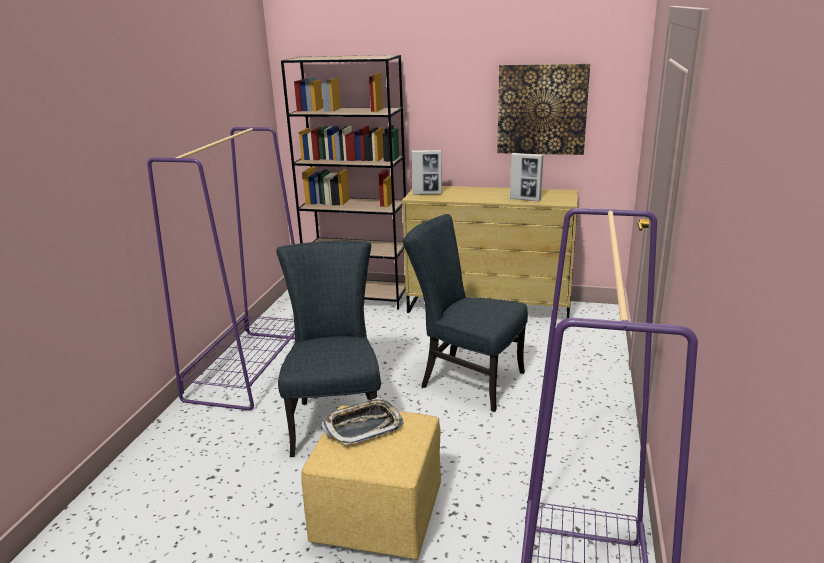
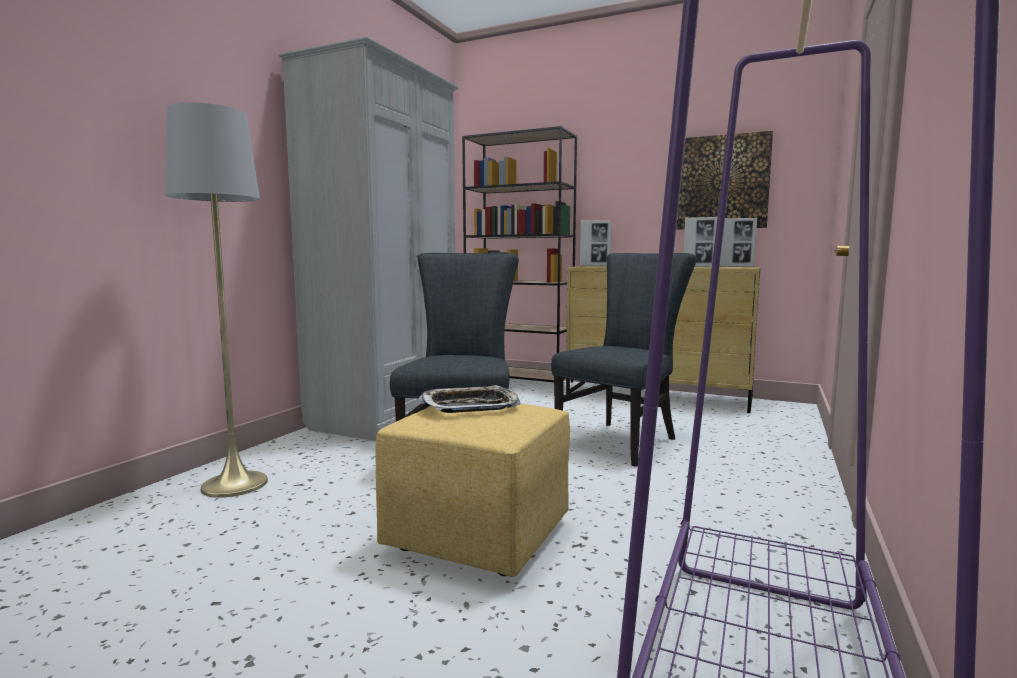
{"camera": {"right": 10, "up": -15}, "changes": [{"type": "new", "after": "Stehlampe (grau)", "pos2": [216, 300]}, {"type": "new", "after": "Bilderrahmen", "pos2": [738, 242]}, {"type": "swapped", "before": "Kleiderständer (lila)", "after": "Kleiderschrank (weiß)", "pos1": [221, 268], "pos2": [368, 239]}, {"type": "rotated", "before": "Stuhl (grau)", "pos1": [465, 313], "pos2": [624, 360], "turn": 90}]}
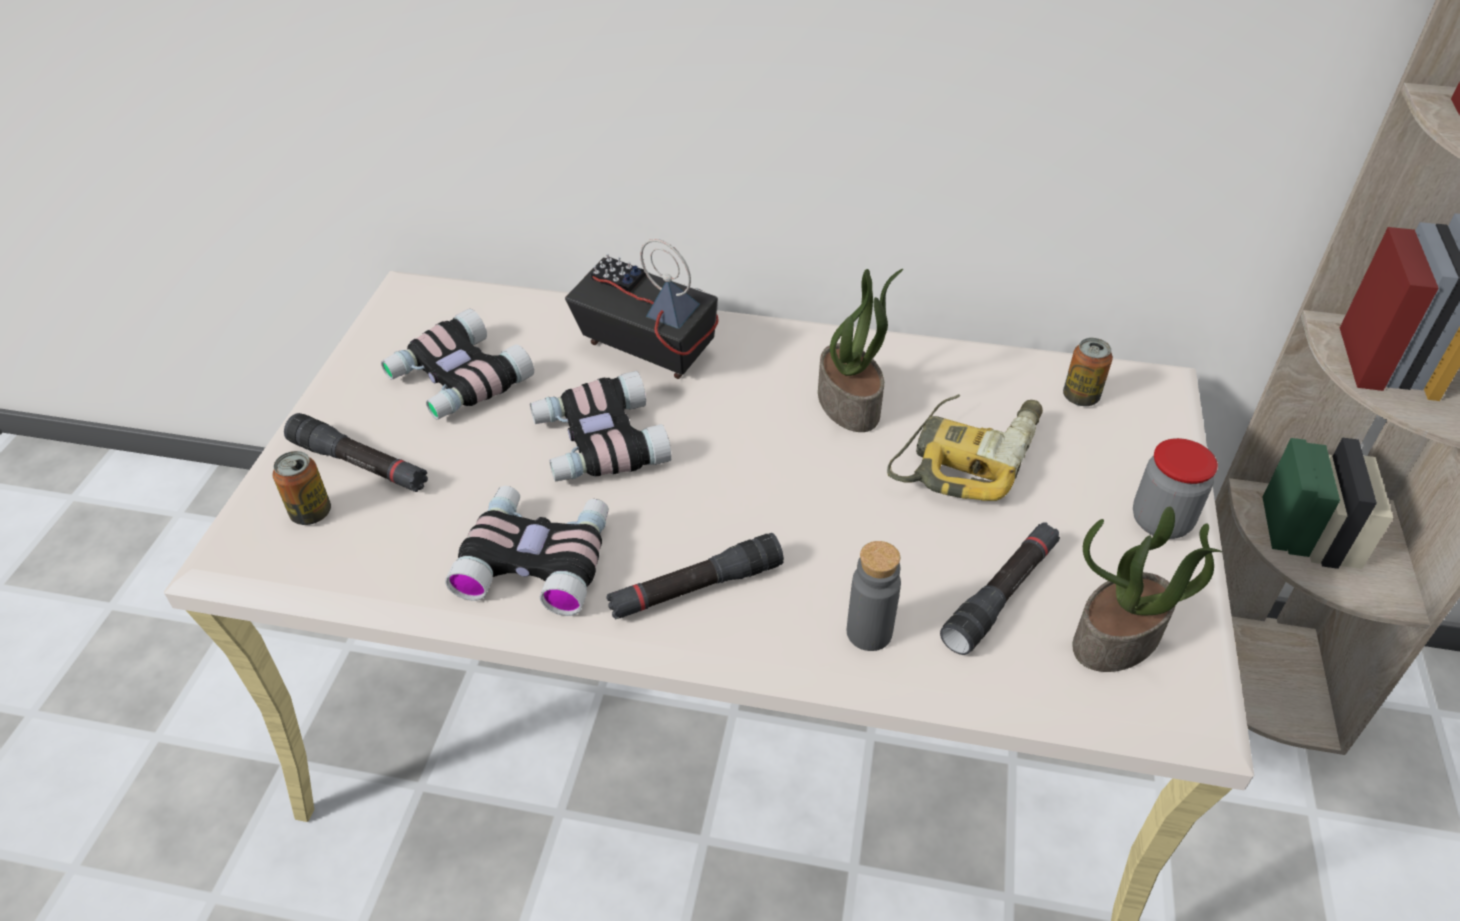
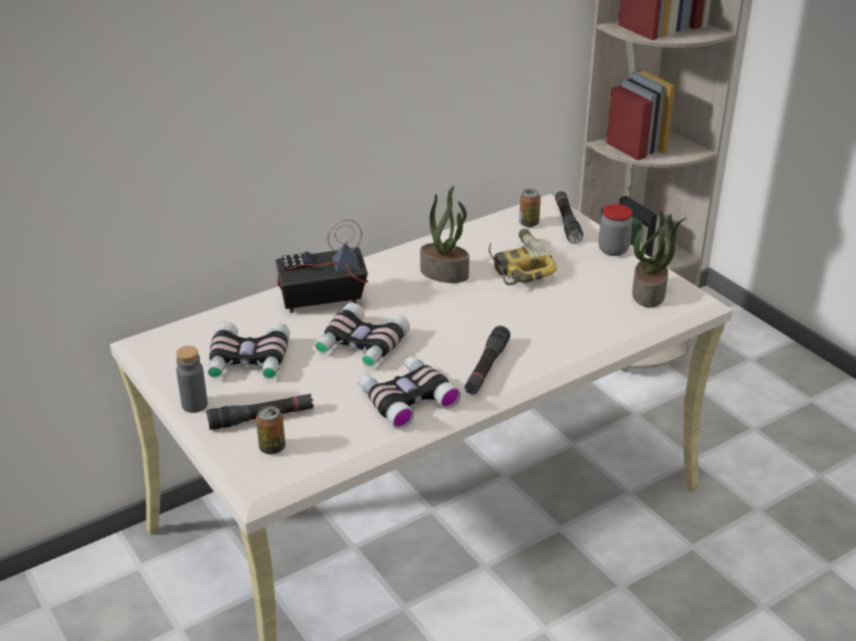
{"camera": {"right": -45, "up": -10}, "changes": [{"type": "shifted", "before": "Flasche (grau)", "pos1": [874, 596], "pos2": [192, 379]}, {"type": "shifted", "before": "Taschenlampe (schwarz)", "pos1": [1000, 588], "pos2": [569, 217]}]}
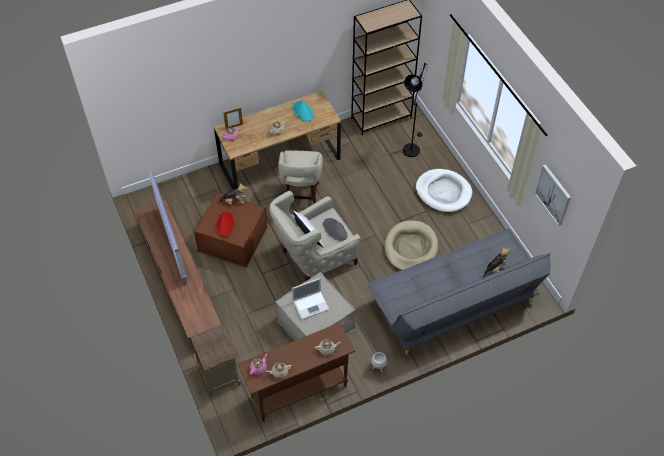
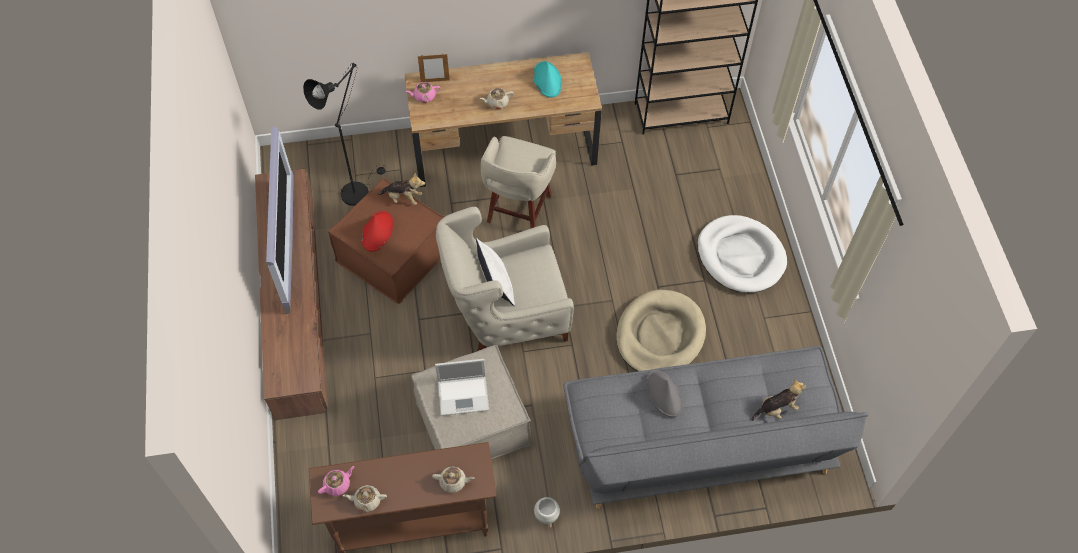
{"camera": {"right": 15, "up": 5}, "changes": [{"type": "gone", "before": "Nachttisch (beige)", "pos1": [215, 361]}, {"type": "gone", "before": "Bild", "pos1": [552, 195]}, {"type": "shifted", "before": "Hut (grau)", "pos1": [335, 229], "pos2": [664, 393]}, {"type": "shifted", "before": "Stehlampe (schwarz)", "pos1": [415, 110], "pos2": [344, 134]}]}
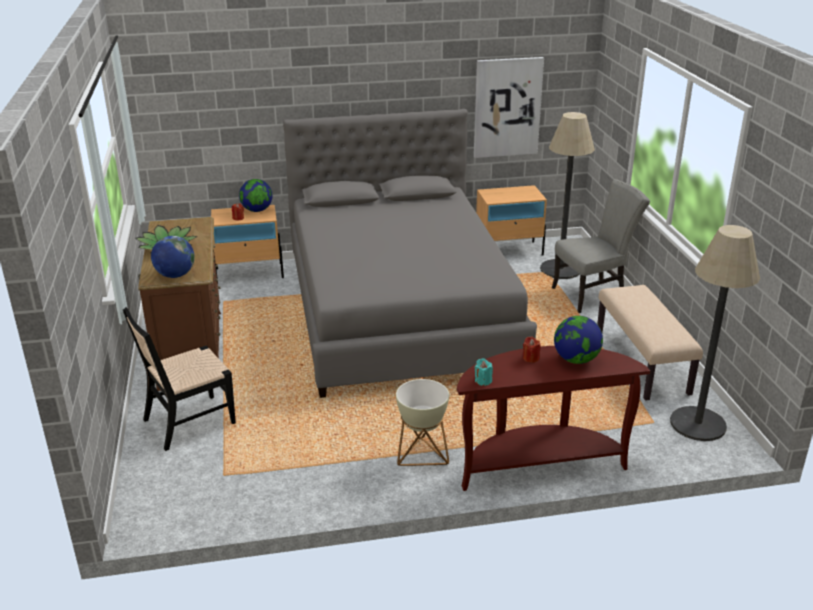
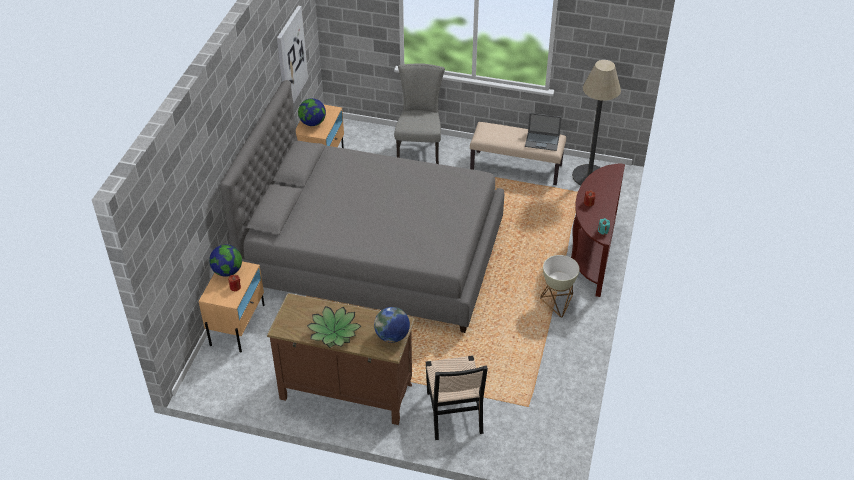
{"camera": {"right": -65, "up": 15}, "changes": [{"type": "gone", "before": "Stehlampe", "pos1": [567, 195]}, {"type": "new", "after": "Laptop", "pos2": [543, 132]}, {"type": "shifted", "before": "Globus", "pos1": [578, 340], "pos2": [312, 112]}]}
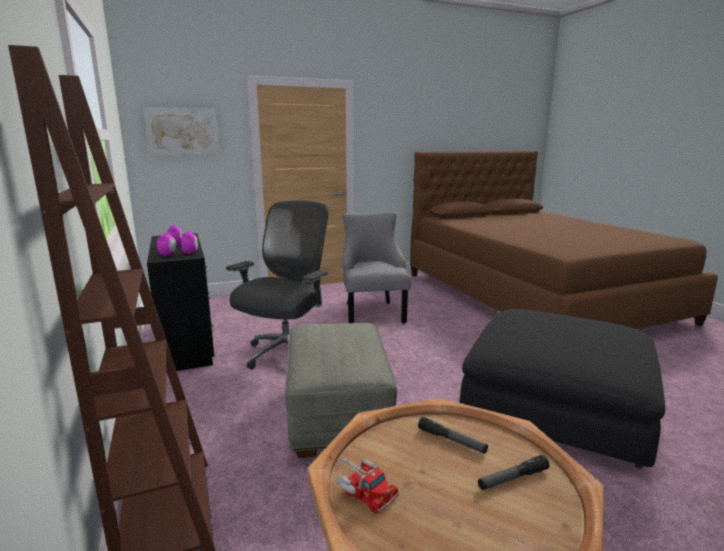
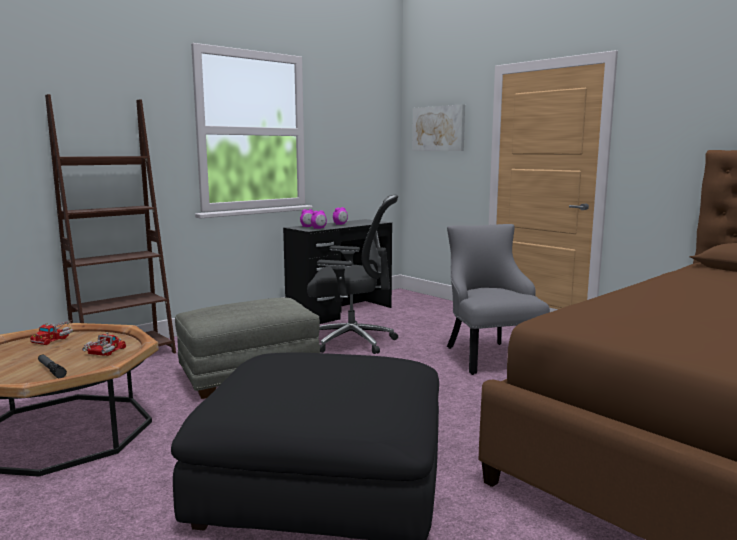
{"camera": {"right": 70, "up": -5}, "changes": [{"type": "swapped", "before": "Taschenlampe", "after": "Spielzeuglaster", "pos1": [453, 435], "pos2": [104, 344]}, {"type": "rotated", "before": "Stuhl (grau)", "pos1": [376, 268], "pos2": [498, 299], "turn": -75}]}
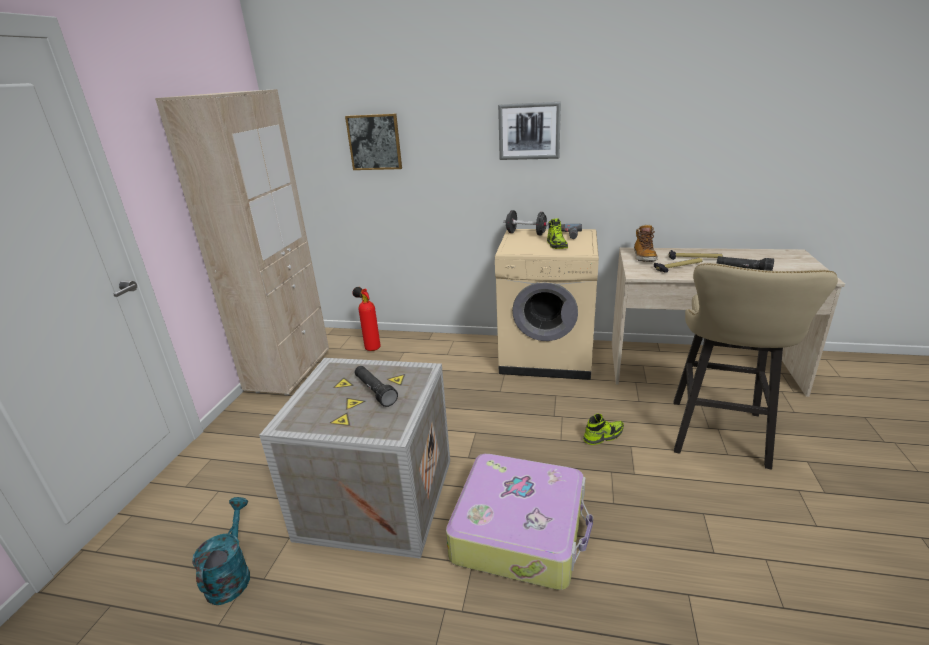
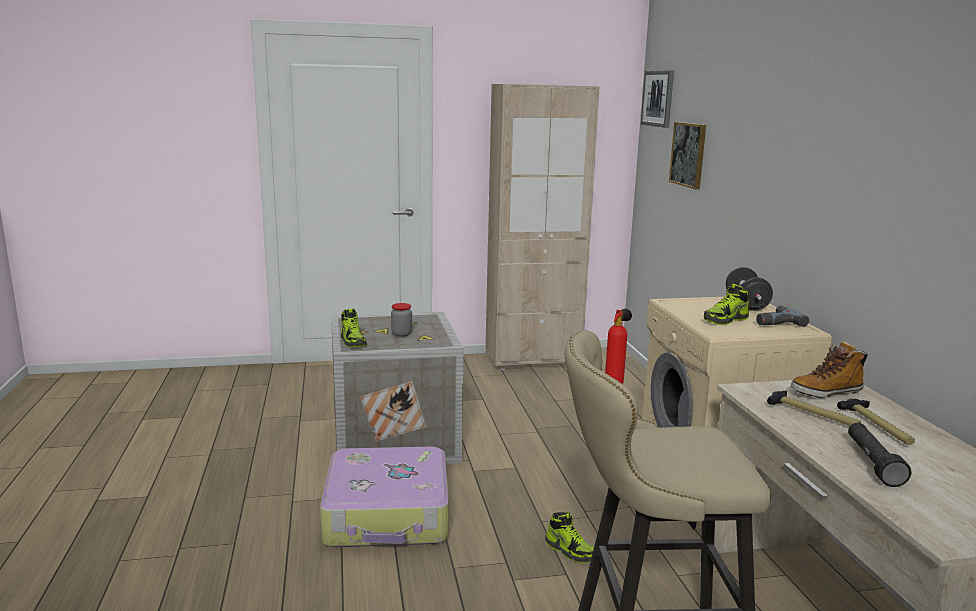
{"camera": {"right": 65, "up": -10}, "changes": [{"type": "gone", "before": "Gießkanne (türkis)", "pos1": [221, 551]}, {"type": "new", "after": "Schuh", "pos2": [354, 328]}, {"type": "shifted", "before": "Bild", "pos1": [529, 131], "pos2": [657, 99]}, {"type": "swapped", "before": "Taschenlampe (schwarz)", "after": "Vorratsglas", "pos1": [376, 386], "pos2": [401, 320]}]}
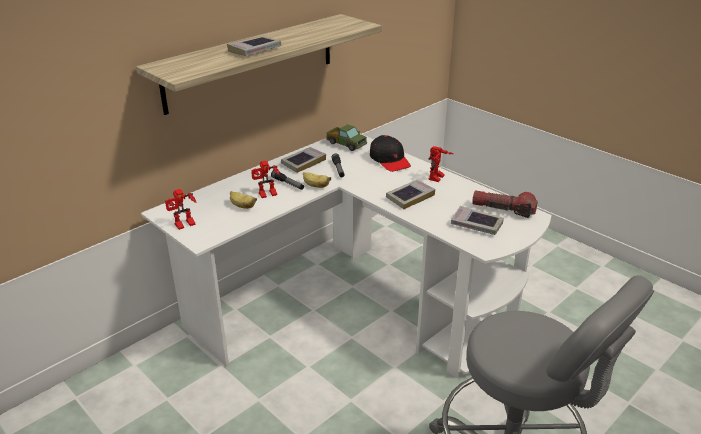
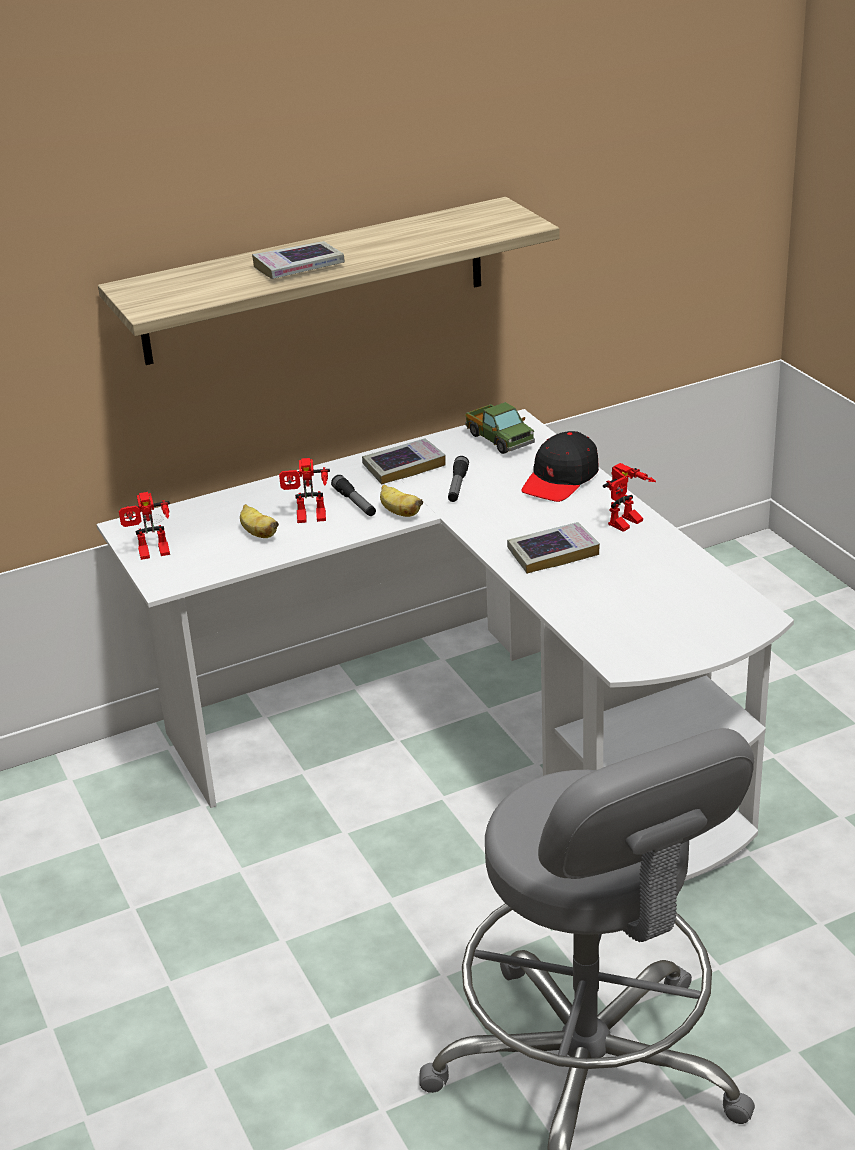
{"camera": {"right": 20, "up": 0}, "changes": [{"type": "gone", "before": "Buch", "pos1": [477, 220]}, {"type": "gone", "before": "Taschenlampe", "pos1": [505, 204]}, {"type": "rotated", "before": "Kappe (schwarz)", "pos1": [390, 153], "pos2": [560, 466], "turn": 45}]}
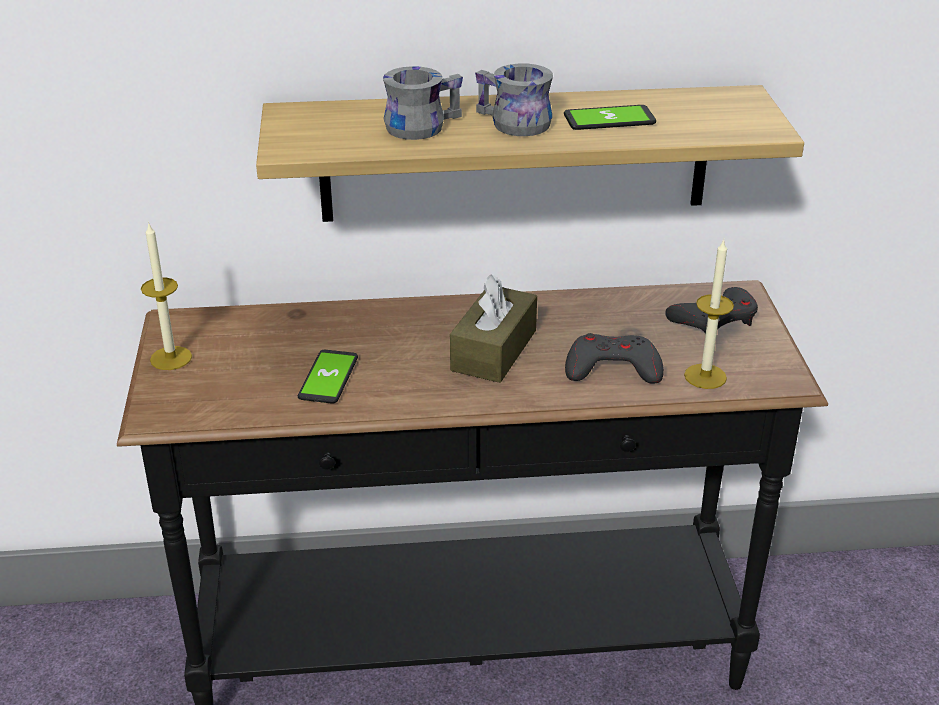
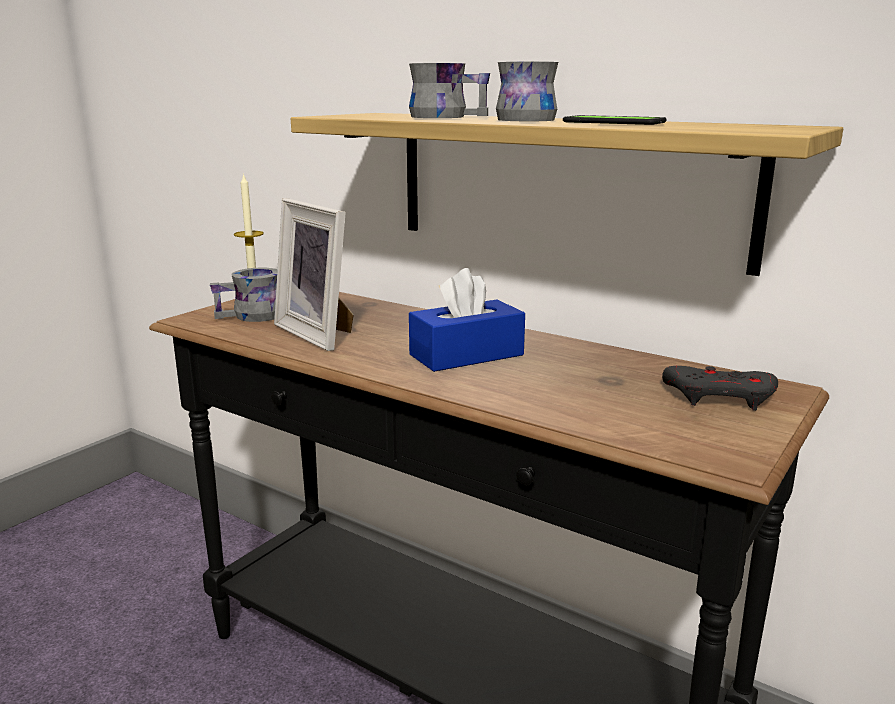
{"camera": {"right": 40, "up": -15}, "changes": [{"type": "gone", "before": "Gamepad (grau)", "pos1": [614, 358]}, {"type": "gone", "before": "Kerze", "pos1": [709, 314]}, {"type": "new", "after": "Henkelbecher (grau)", "pos2": [243, 295]}, {"type": "swapped", "before": "Handy", "after": "Bilderrahmen", "pos1": [328, 376], "pos2": [314, 274]}, {"type": "repainted", "before": "Taschentuchbox (braun)", "after": "Taschentuchbox (blau)", "pos1": [493, 328], "pos2": [467, 320]}]}
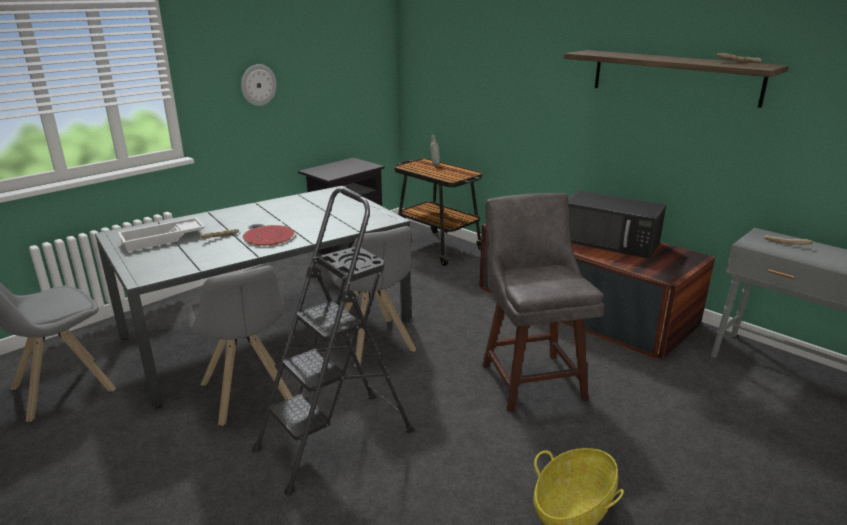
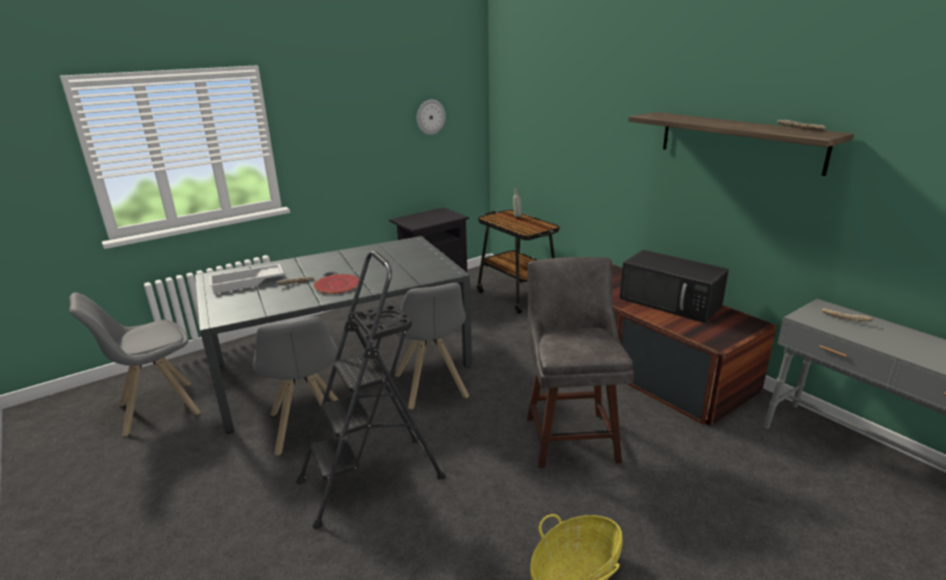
{"camera": {"right": 10, "up": 0}, "changes": [{"type": "shifted", "before": "Wanduhr", "pos1": [259, 85], "pos2": [431, 117]}]}
